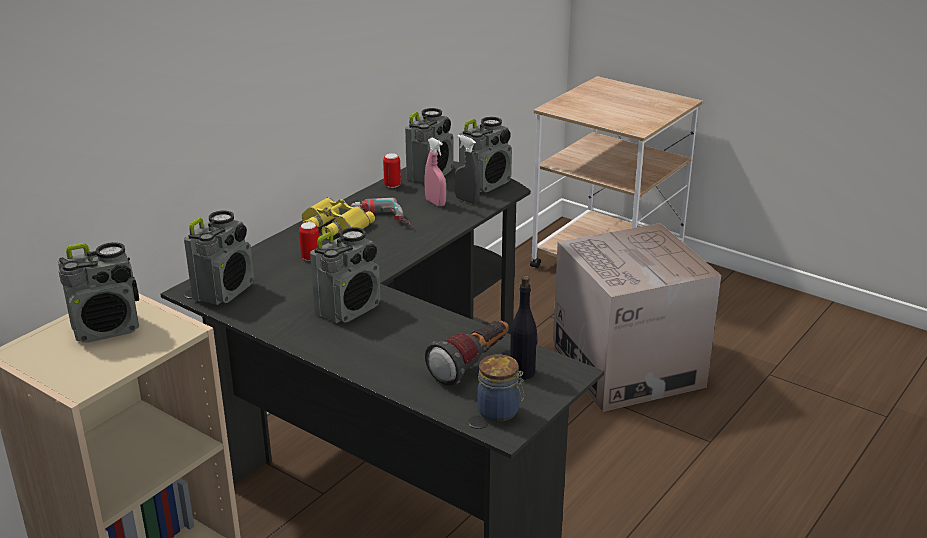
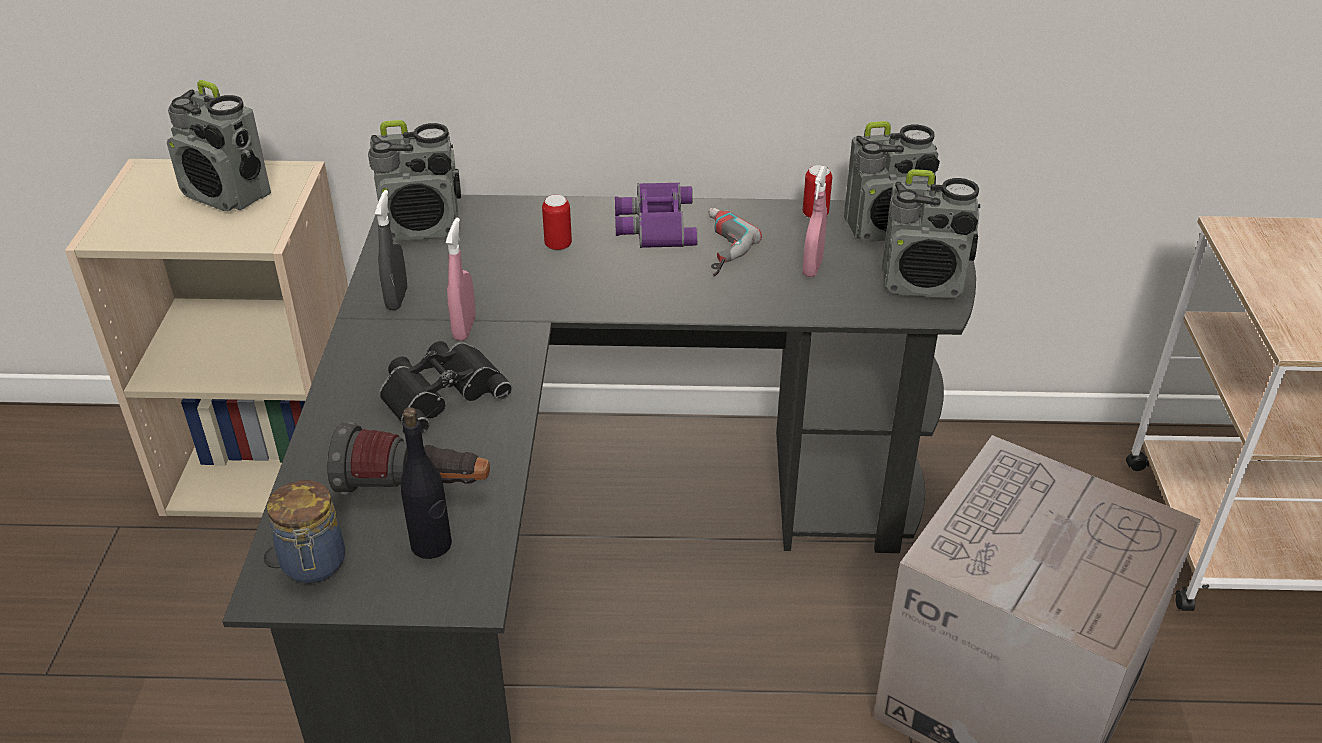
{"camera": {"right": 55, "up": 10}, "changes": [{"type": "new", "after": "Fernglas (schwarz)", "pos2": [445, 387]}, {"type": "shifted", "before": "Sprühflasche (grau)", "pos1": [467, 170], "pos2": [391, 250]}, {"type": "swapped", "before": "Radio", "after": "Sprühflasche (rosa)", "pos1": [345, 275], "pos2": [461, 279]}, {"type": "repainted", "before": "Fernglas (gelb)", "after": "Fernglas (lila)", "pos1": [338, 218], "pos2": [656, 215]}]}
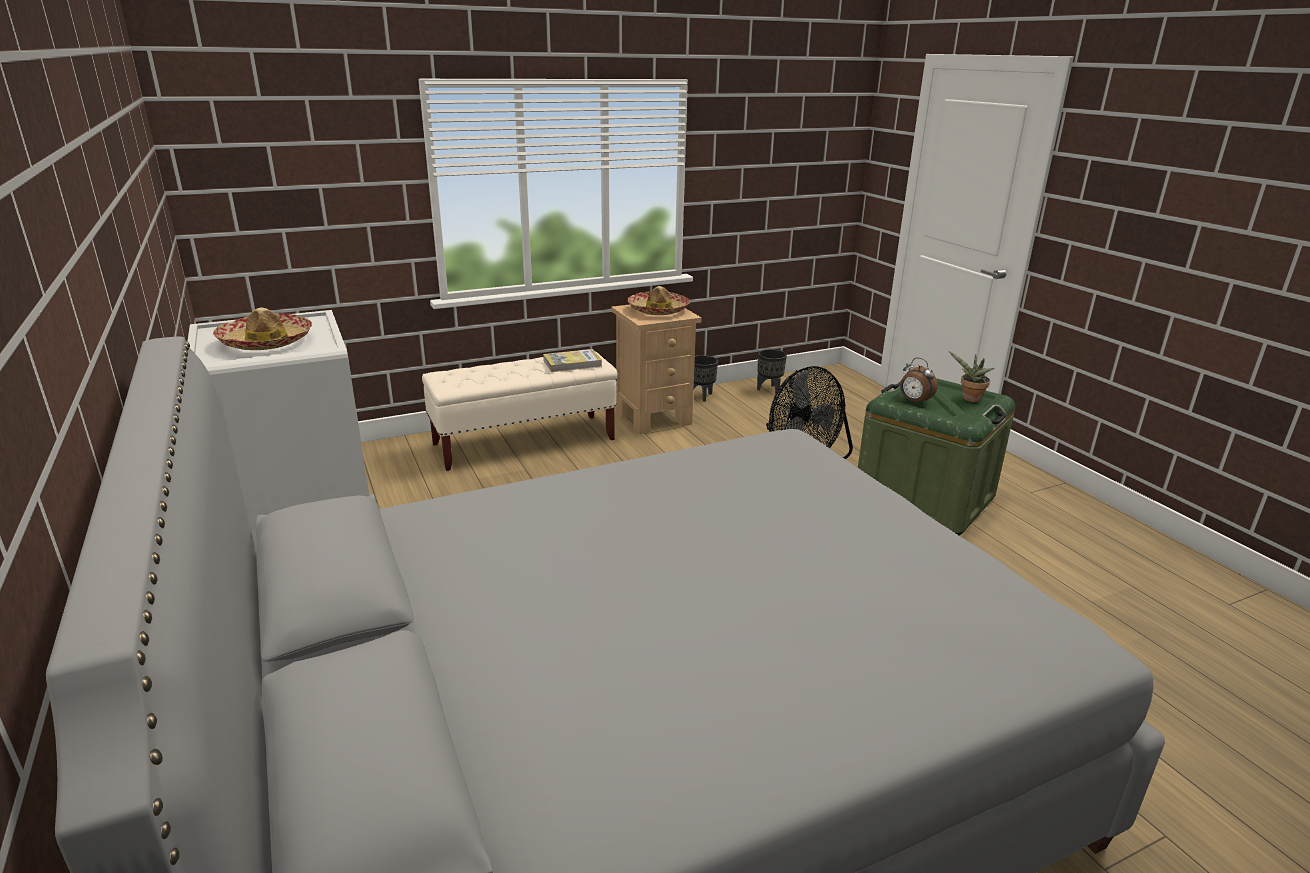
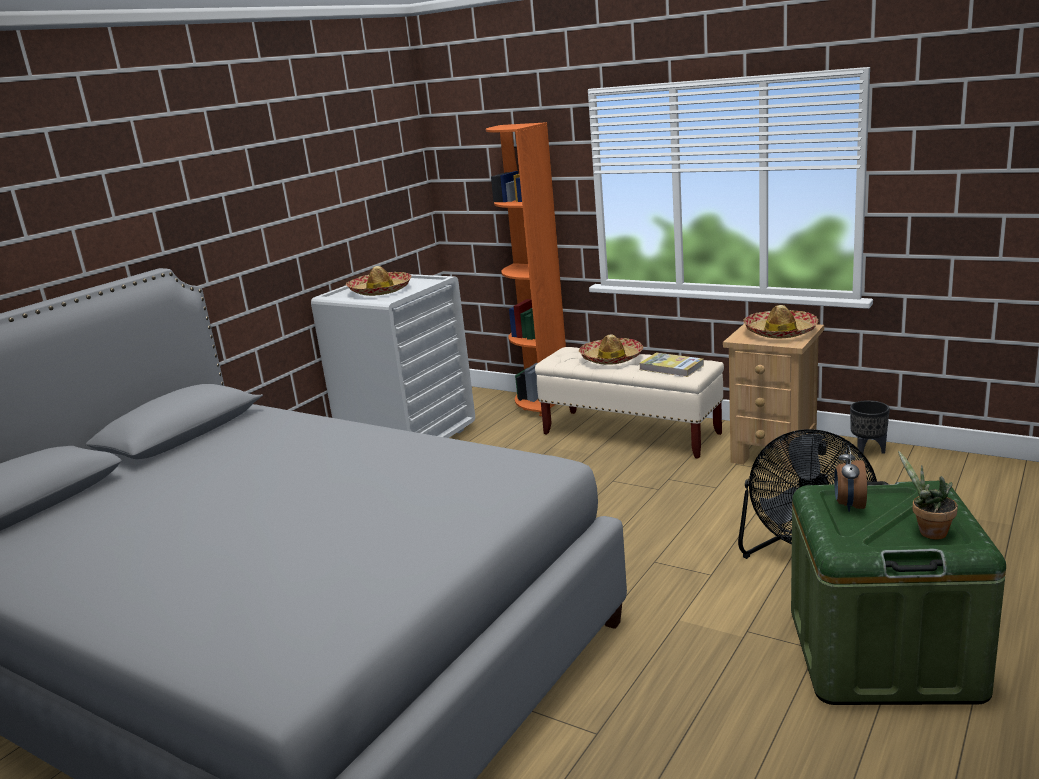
{"camera": {"right": 60, "up": -5}, "changes": [{"type": "gone", "before": "Pflanzkübel (schwarz)", "pos1": [772, 371]}, {"type": "new", "after": "Bücherregal (orange)", "pos2": [526, 269]}, {"type": "new", "after": "Hut", "pos2": [611, 349]}]}
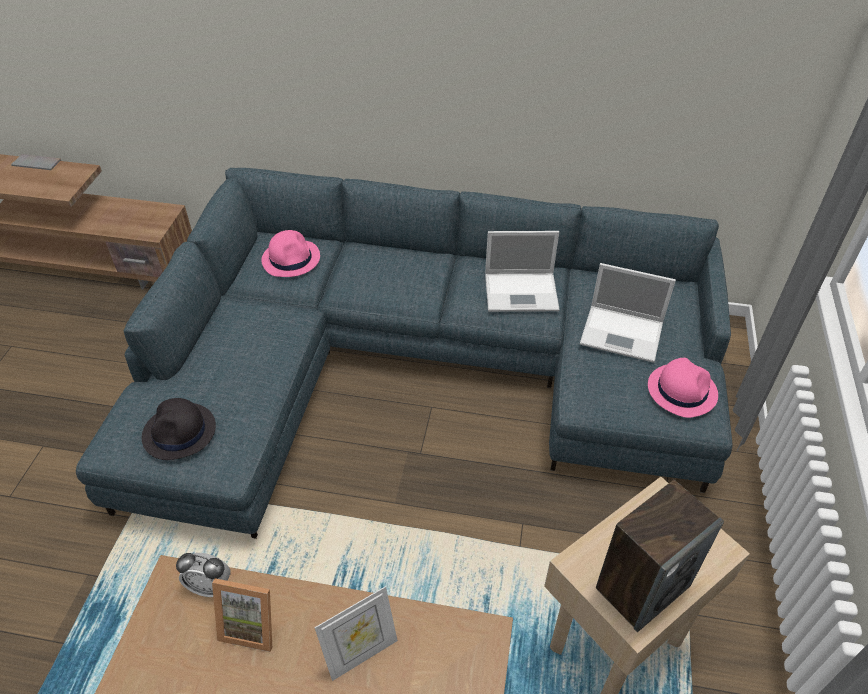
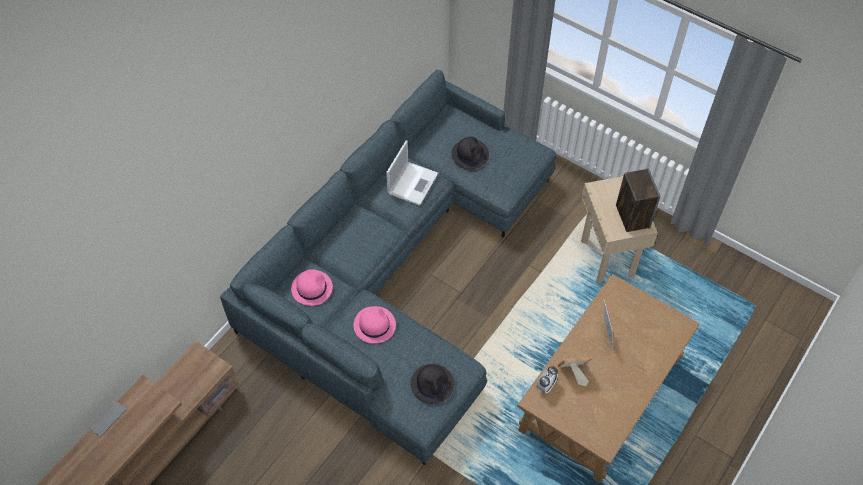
{"camera": {"right": -65, "up": 10}, "changes": [{"type": "shifted", "before": "Hut (rosa)", "pos1": [683, 388], "pos2": [375, 325]}, {"type": "swapped", "before": "Laptop", "after": "Hut (schwarz)", "pos1": [628, 313], "pos2": [470, 153]}, {"type": "rotated", "before": "Bilderrahmen", "pos1": [242, 615], "pos2": [575, 371], "turn": -135}]}
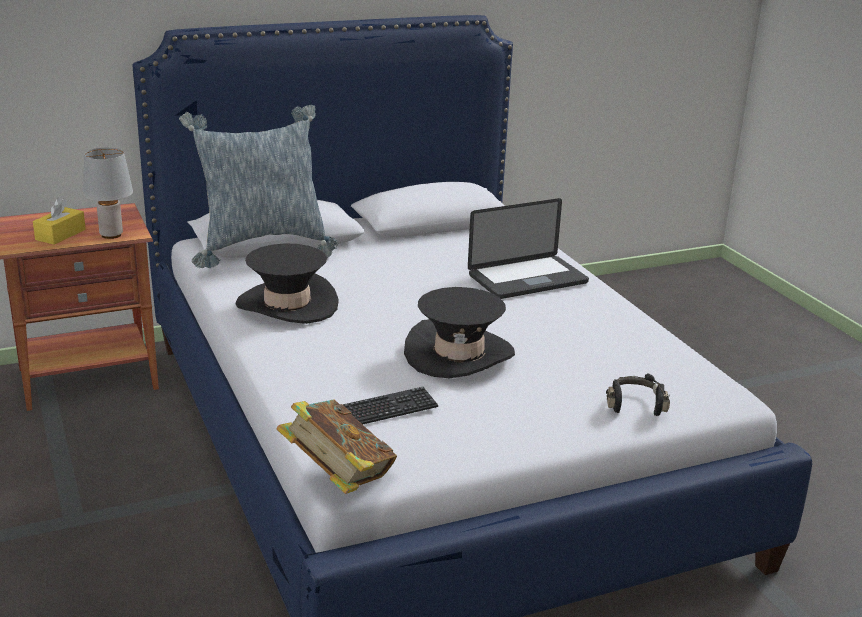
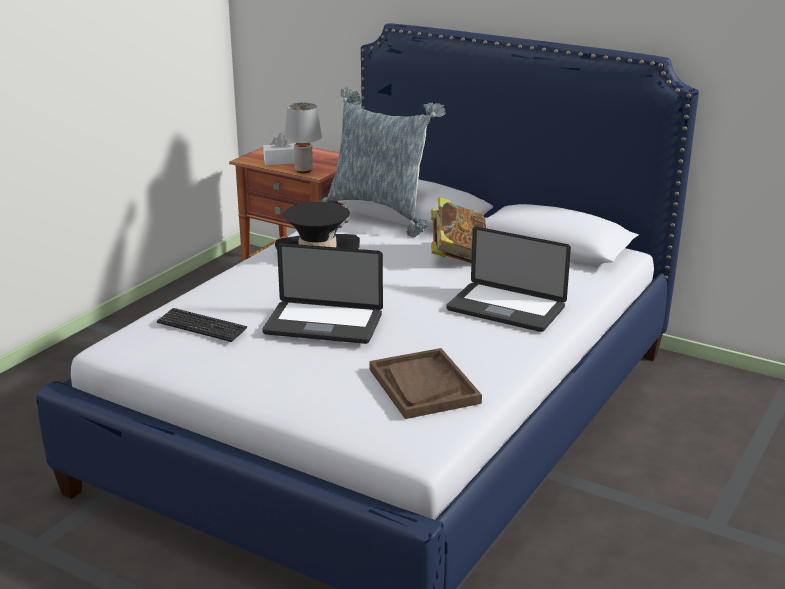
{"camera": {"right": 55, "up": 0}, "changes": [{"type": "gone", "before": "Kopfhörer (schwarz)", "pos1": [638, 394]}, {"type": "new", "after": "Tablett (braun)", "pos2": [426, 383]}, {"type": "shifted", "before": "Buch", "pos1": [336, 447], "pos2": [458, 230]}, {"type": "swapped", "before": "Hut (schwarz)", "after": "Laptop", "pos1": [459, 332], "pos2": [322, 293]}, {"type": "repainted", "before": "Taschentuchbox (gelb)", "after": "Taschentuchbox (weiß)", "pos1": [59, 221], "pos2": [279, 149]}]}
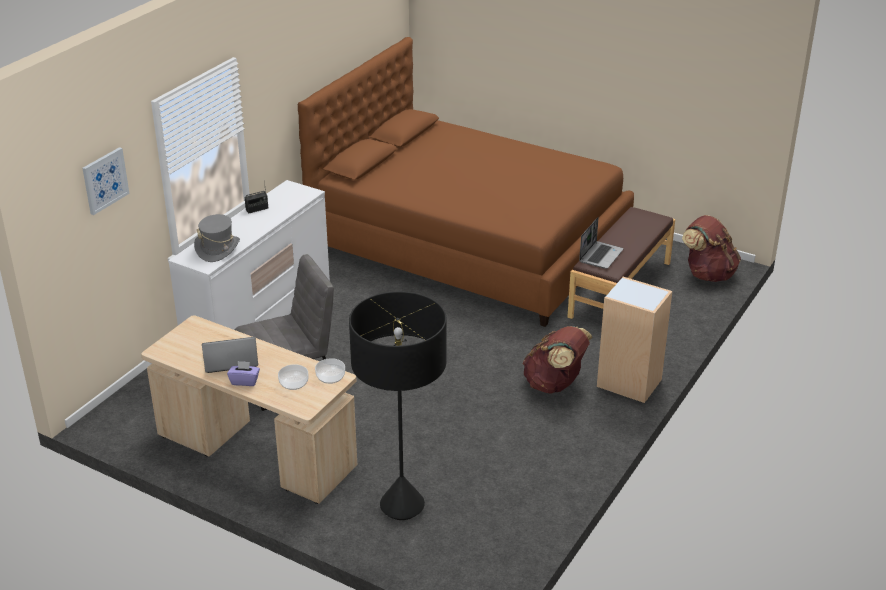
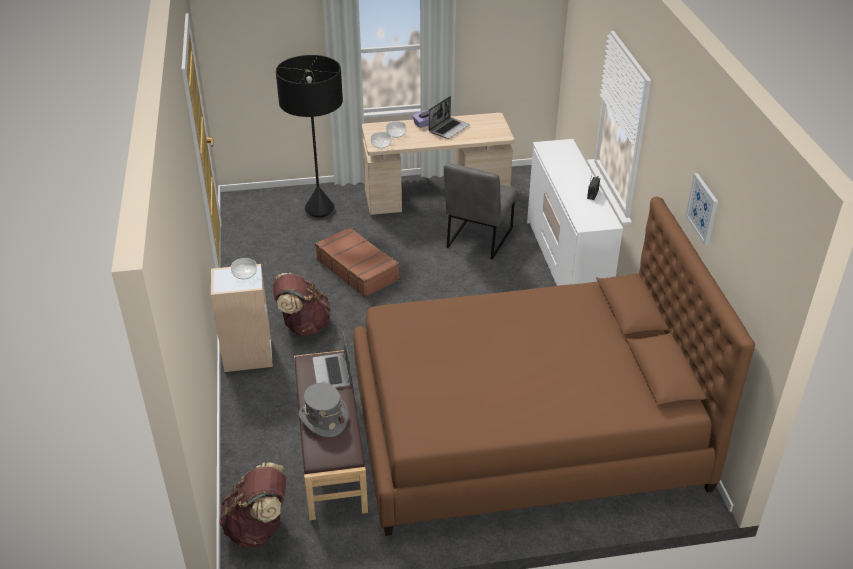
{"camera": {"right": 140, "up": 5}, "changes": [{"type": "new", "after": "Schüssel", "pos2": [244, 269]}, {"type": "new", "after": "Koffer (braun)", "pos2": [357, 262]}, {"type": "shifted", "before": "Bild", "pos1": [105, 181], "pos2": [702, 209]}, {"type": "shifted", "before": "Hut (grau)", "pos1": [217, 238], "pos2": [323, 410]}]}
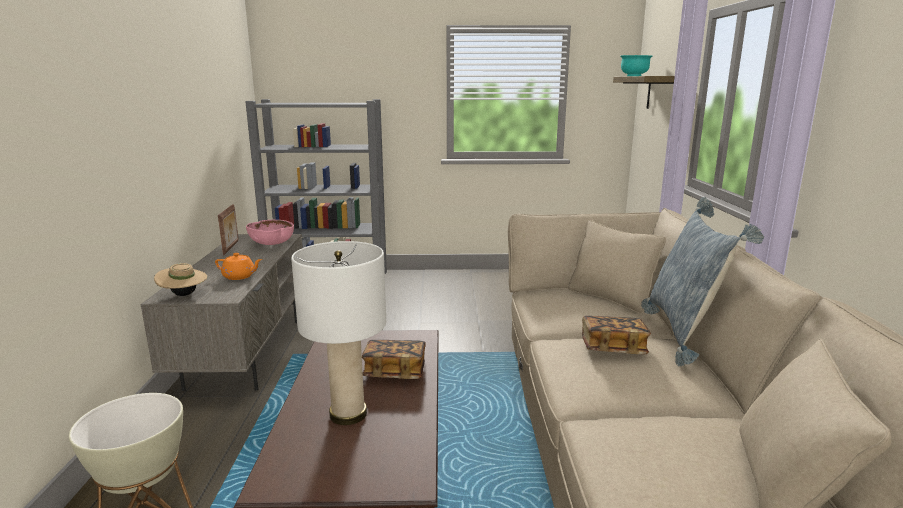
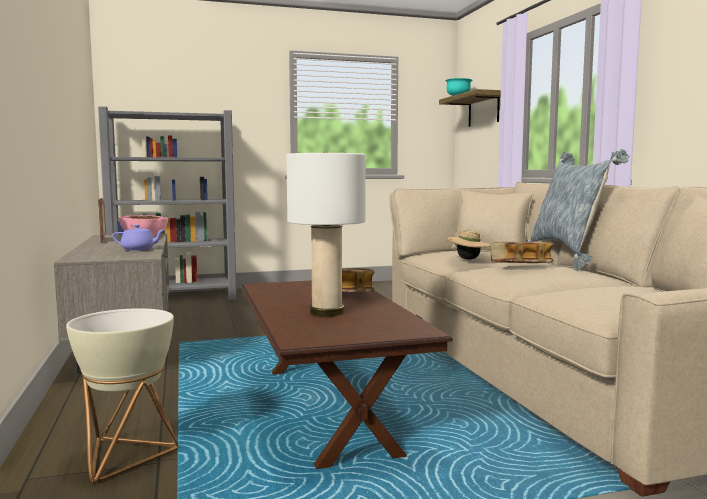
{"camera": {"right": -15, "up": -10}, "changes": [{"type": "shifted", "before": "Hut (beige)", "pos1": [180, 279], "pos2": [469, 245]}, {"type": "repainted", "before": "Teekanne (orange)", "after": "Teekanne (lila)", "pos1": [238, 266], "pos2": [138, 238]}]}
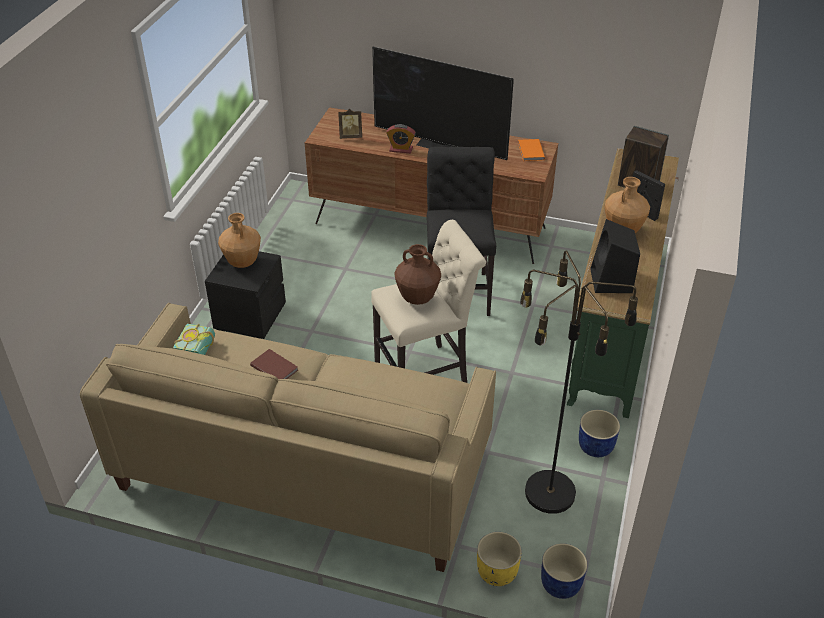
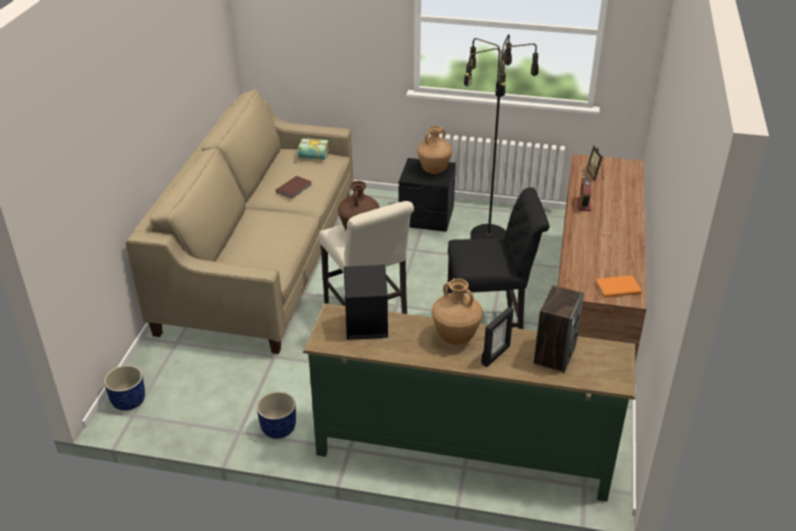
{"camera": {"right": 85, "up": -5}, "changes": [{"type": "gone", "before": "Fernseher", "pos1": [443, 103]}, {"type": "gone", "before": "Pflanzkübel (gelb)", "pos1": [499, 559]}, {"type": "shifted", "before": "Stehlampe", "pos1": [579, 382], "pos2": [501, 137]}]}
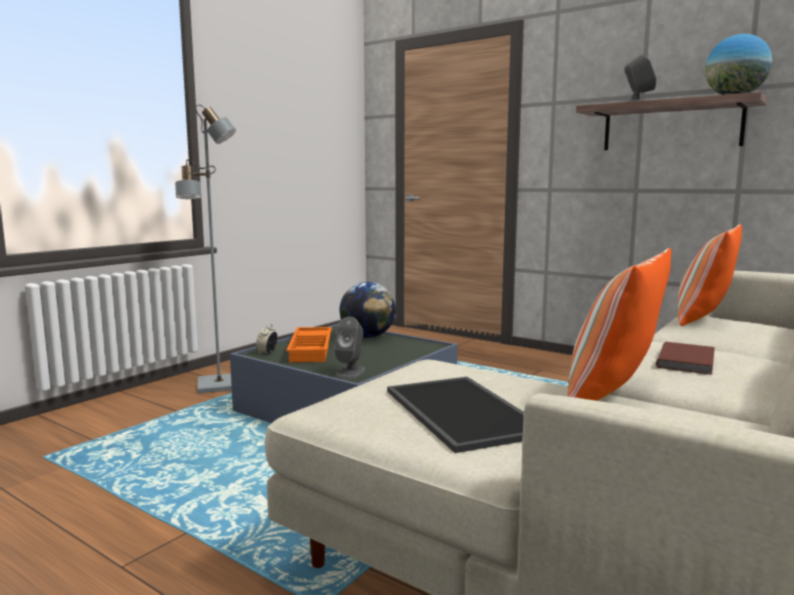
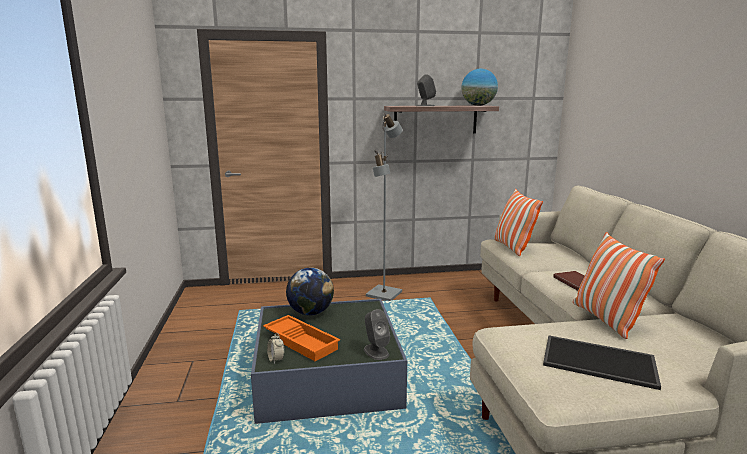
{"camera": {"right": -45, "up": 5}, "changes": [{"type": "shifted", "before": "Stehlampe (grau)", "pos1": [205, 248], "pos2": [384, 207]}]}
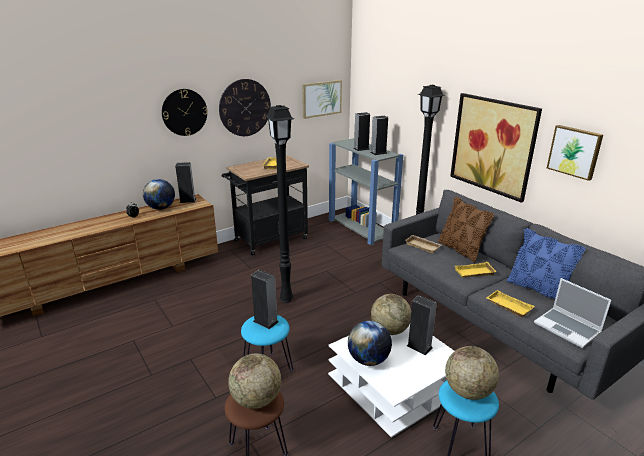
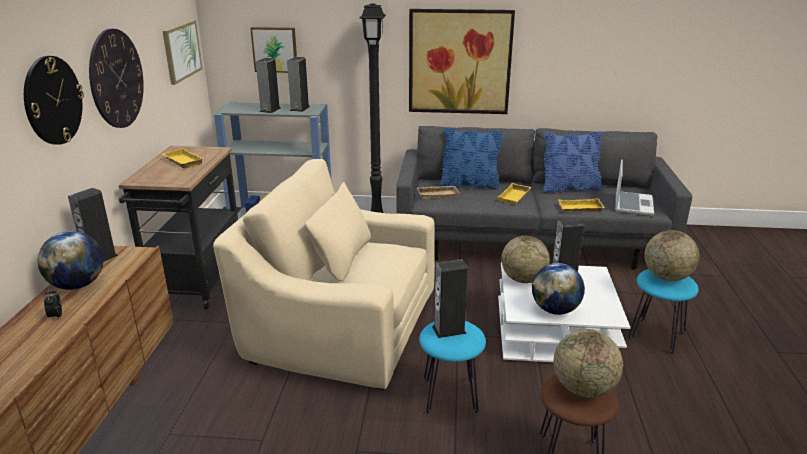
{"camera": {"right": -50, "up": 0}, "changes": [{"type": "shifted", "before": "Bild", "pos1": [575, 153], "pos2": [273, 50]}, {"type": "swapped", "before": "Stehlampe (schwarz)", "after": "Sessel (beige)", "pos1": [279, 204], "pos2": [324, 274]}, {"type": "repainted", "before": "Kissen (braun)", "after": "Kissen (blau)", "pos1": [466, 230], "pos2": [471, 159]}, {"type": "rotated", "before": "Laptop", "pos1": [572, 313], "pos2": [635, 188], "turn": -75}]}
